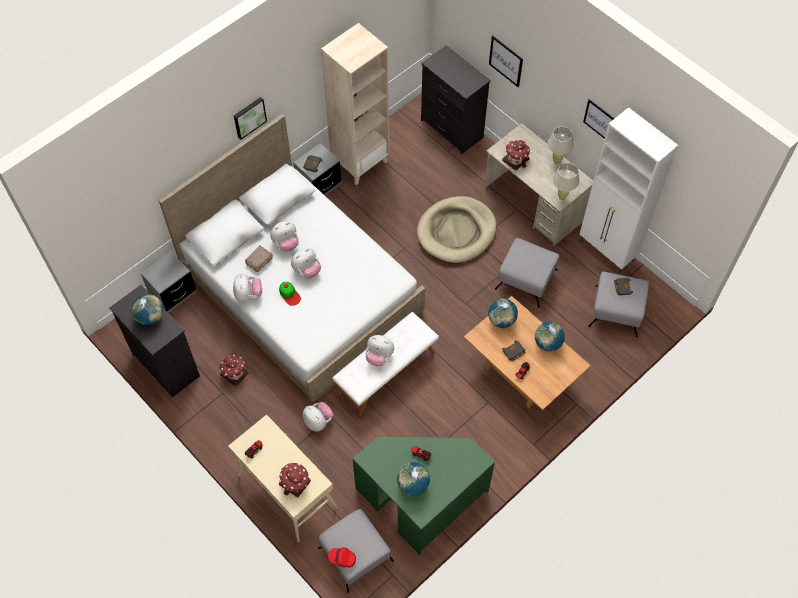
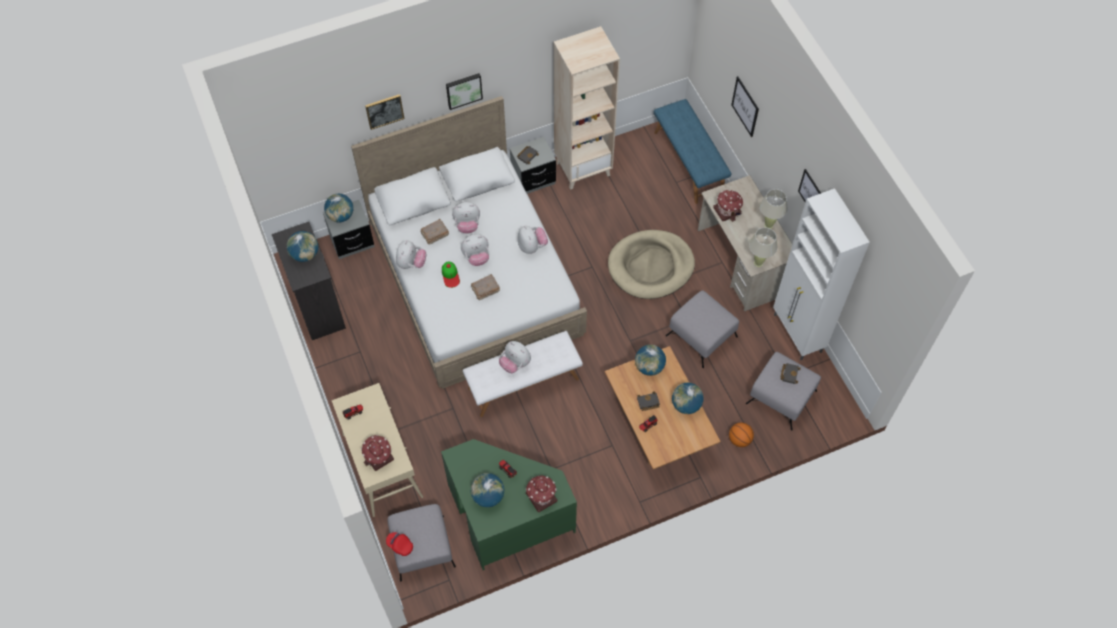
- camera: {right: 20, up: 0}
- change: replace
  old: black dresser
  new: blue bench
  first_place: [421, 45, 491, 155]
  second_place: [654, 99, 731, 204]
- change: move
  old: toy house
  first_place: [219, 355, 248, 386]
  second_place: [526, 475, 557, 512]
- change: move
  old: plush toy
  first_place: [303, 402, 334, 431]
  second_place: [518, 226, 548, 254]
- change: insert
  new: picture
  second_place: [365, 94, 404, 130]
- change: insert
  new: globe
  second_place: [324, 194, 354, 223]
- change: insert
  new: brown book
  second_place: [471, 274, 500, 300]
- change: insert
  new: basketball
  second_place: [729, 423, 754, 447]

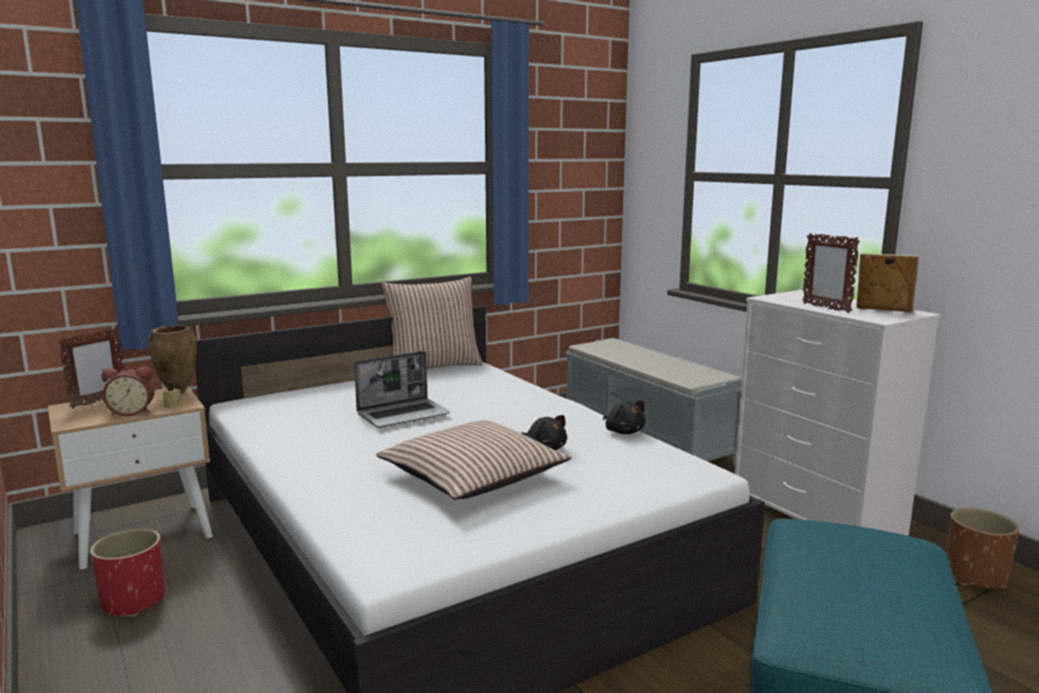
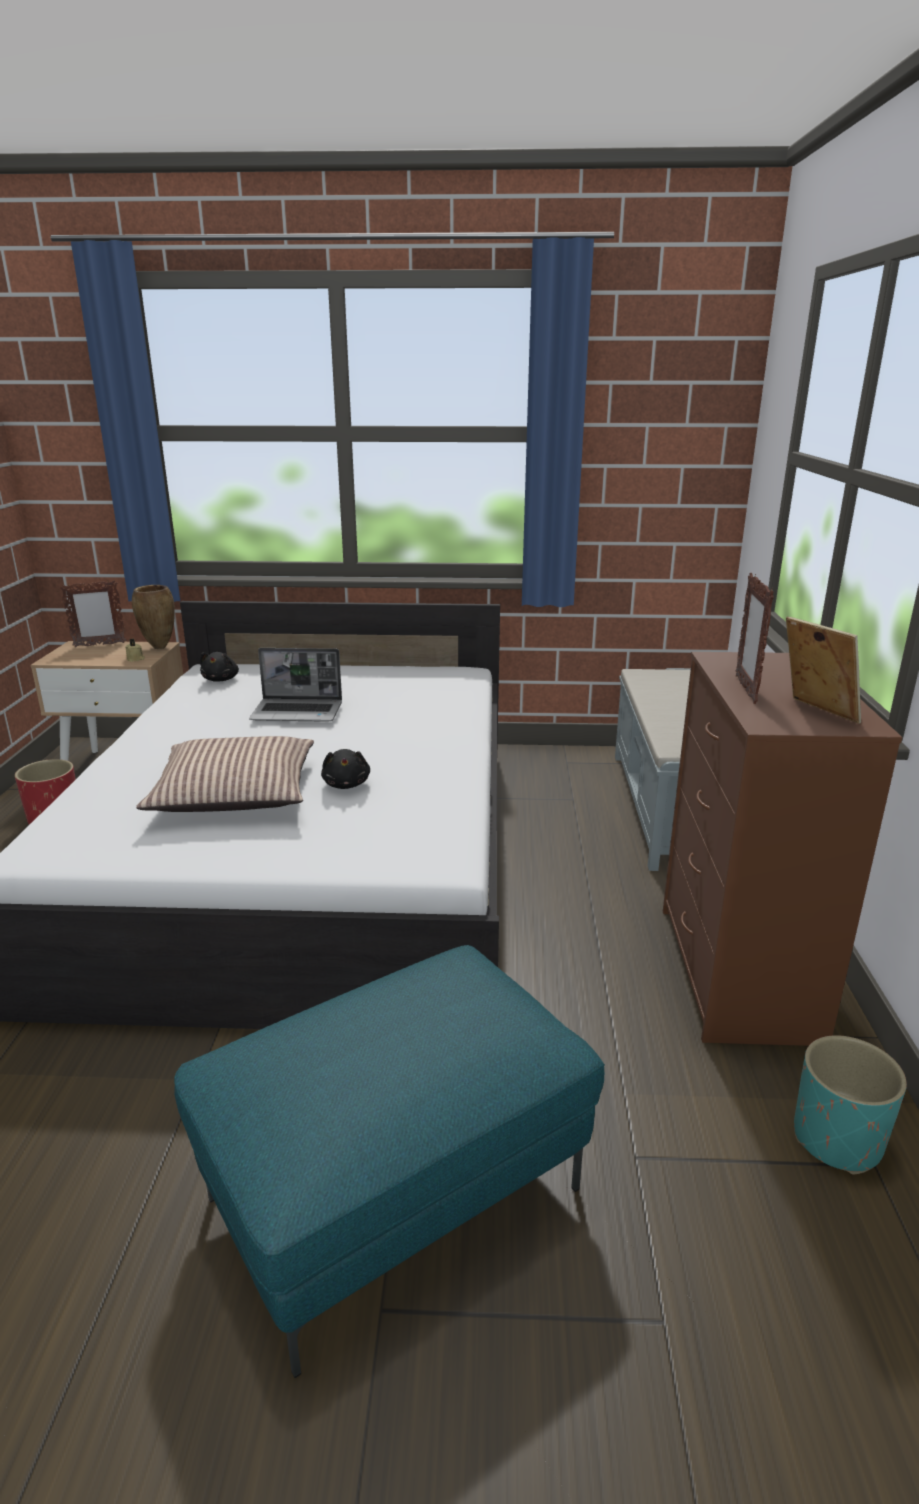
- camera: {right: 35, up: 10}
- change: delete
  old: pillow
  first_place: [382, 277, 483, 368]
- change: recolor
  old: white dresser
  new: brown dresser
  first_place: [735, 290, 940, 536]
  second_place: [663, 652, 902, 1046]
- change: delete
  old: alarm clock
  first_place: [102, 367, 155, 416]
- change: move
  old: black plush toy
  first_place: [603, 401, 646, 434]
  second_place: [200, 652, 239, 682]
- change: recolor
  old: brown planter
  new: turquoise planter
  first_place: [946, 508, 1020, 589]
  second_place: [794, 1035, 907, 1174]

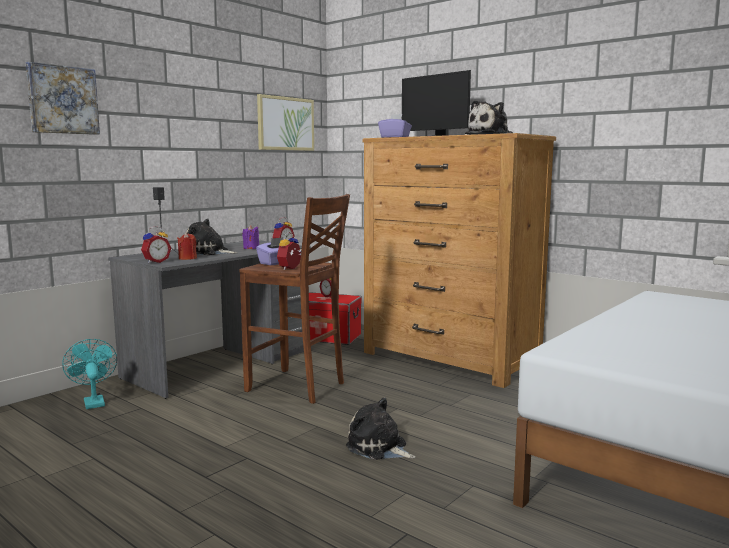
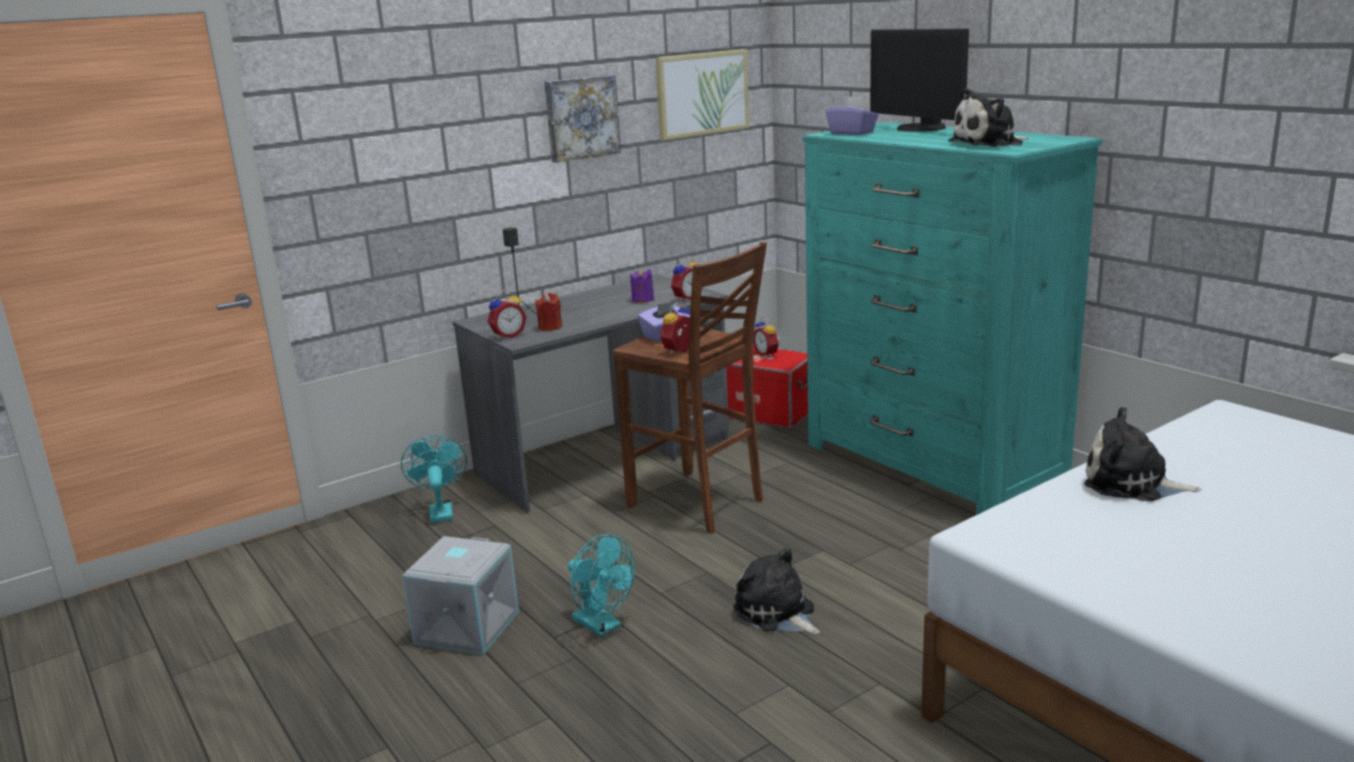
- camera: {right: 15, up: 10}
- change: move
  old: picture
  first_place: [26, 62, 100, 135]
  second_place: [544, 75, 621, 163]
- change: recolor
  old: brown dresser
  new: turquoise dresser
  first_place: [362, 133, 556, 388]
  second_place: [802, 122, 1103, 515]
- change: move
  old: plush toy
  first_place: [186, 219, 238, 255]
  second_place: [1084, 407, 1202, 502]
- change: insert
  new: turquoise fan
  second_place: [568, 534, 635, 636]
- change: insert
  new: grey storage box
  second_place: [402, 536, 519, 655]

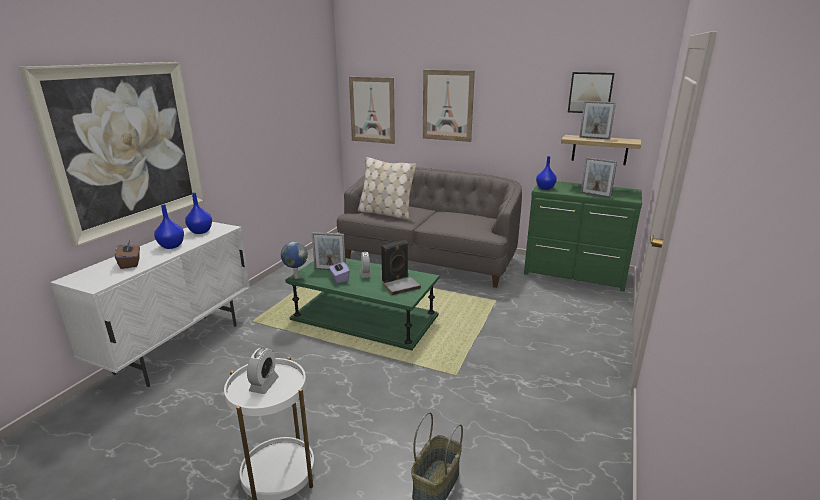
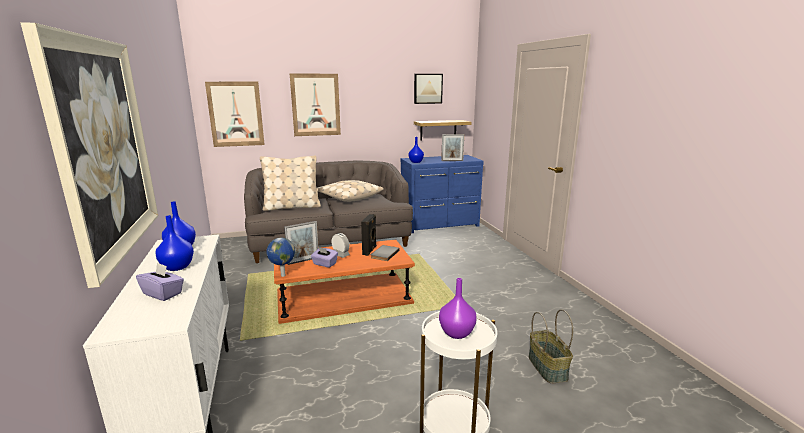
- camera: {right: -40, up: -5}
- change: delete
  old: picture frame
  first_place: [579, 101, 616, 140]
- change: recolor
  old: green dresser
  new: blue dresser
  first_place: [524, 181, 642, 291]
  second_place: [401, 155, 484, 233]
- change: recolor
  old: brown tissue box
  new: purple tissue box
  first_place: [115, 241, 140, 269]
  second_place: [136, 263, 184, 301]
- change: recolor
  old: green coffee table
  new: orange coffee table
  first_place: [285, 258, 439, 350]
  second_place: [274, 240, 415, 324]
- change: replace
  old: alarm clock
  new: purple vase
  first_place: [247, 348, 279, 394]
  second_place: [439, 278, 477, 339]
- change: insert
  new: beige pillow
  second_place: [317, 180, 384, 202]

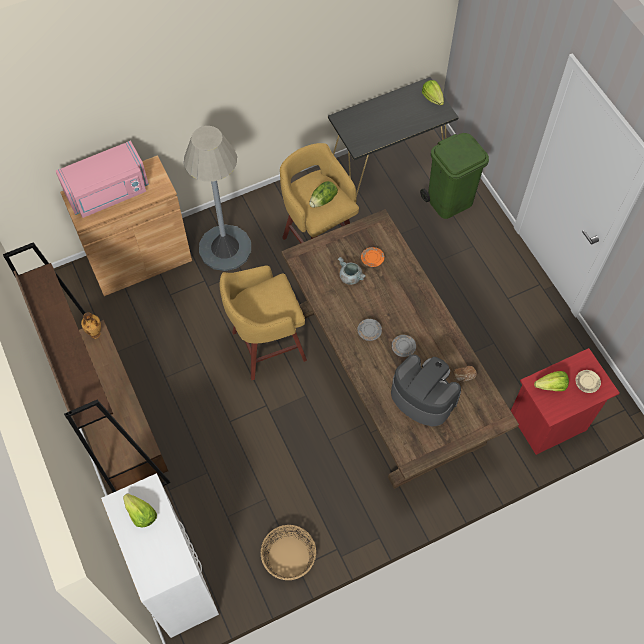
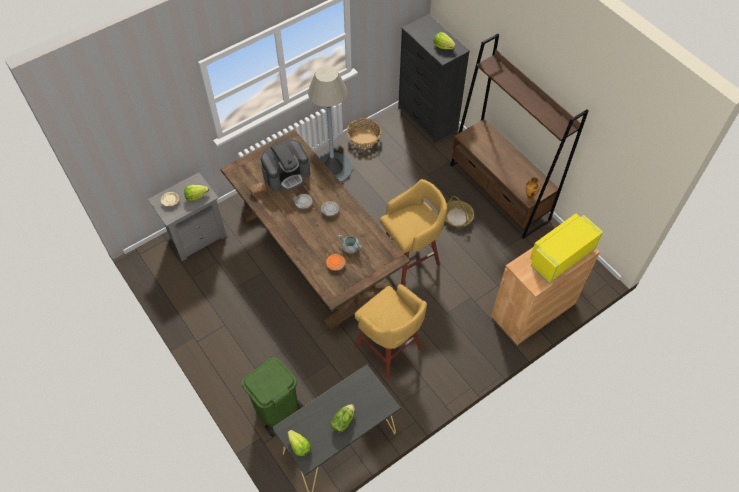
- camera: {right: 170, up: -5}
- change: move
  old: grey floor lamp
  first_place: [184, 126, 251, 271]
  second_place: [308, 65, 353, 182]
- change: recolor
  old: pink microwave
  new: yellow microwave
  first_place: [56, 141, 149, 218]
  second_place: [530, 214, 603, 283]
- change: move
  old: lettuce
  first_place: [309, 181, 338, 207]
  second_place: [331, 404, 355, 432]
- change: recolor
  old: red nightstand
  new: grey nightstand
  first_place: [511, 348, 620, 455]
  second_place: [148, 172, 227, 261]
- change: rotate
  old: coffee machine
  first_place: [391, 354, 461, 426]
  second_place: [261, 140, 310, 192]
  degrees: -60
- change: recolor
  old: white dresser
  new: black dresser
  first_place: [101, 473, 219, 638]
  second_place: [398, 14, 470, 144]
- change: insert
  new: basket
  second_place: [445, 196, 474, 227]

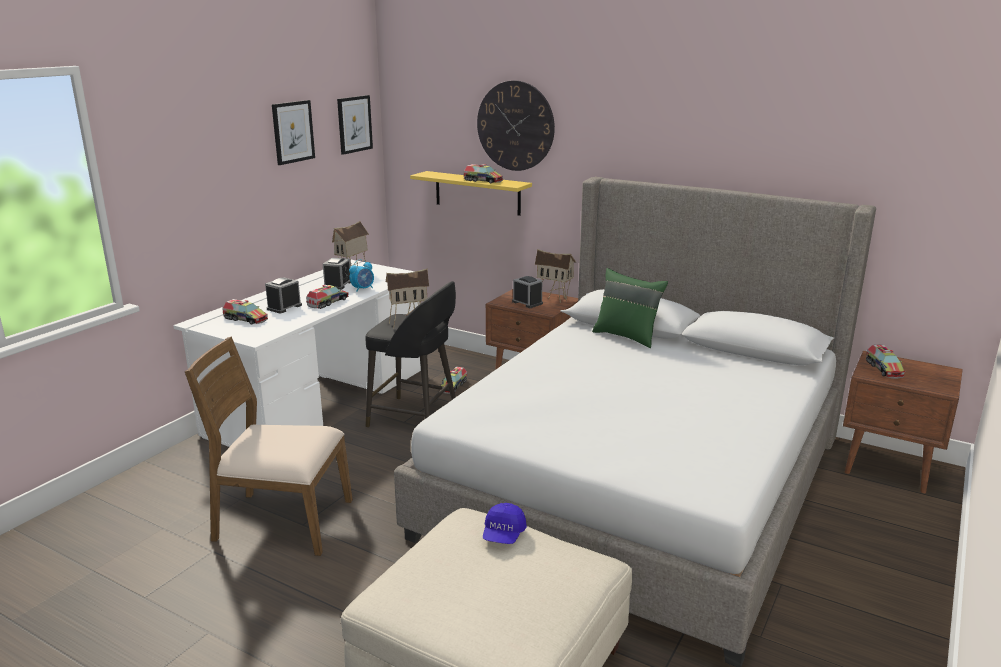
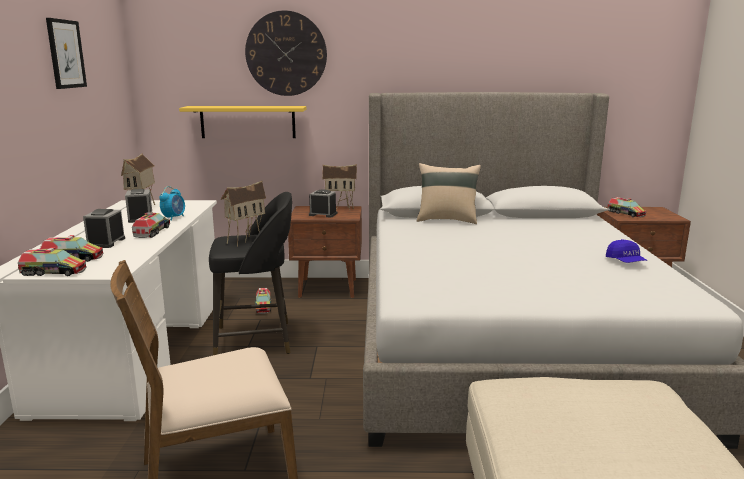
- camera: {right: -30, up: -5}
- change: delete
  old: picture
  first_place: [337, 95, 373, 155]
- change: move
  old: toy truck
  first_place: [463, 164, 503, 183]
  second_place: [18, 247, 87, 276]
- change: recolor
  old: green pillow
  new: beige pillow
  first_place: [592, 268, 668, 348]
  second_place: [416, 163, 481, 224]
- change: move
  old: blue cap
  first_place: [483, 503, 527, 544]
  second_place: [606, 239, 648, 263]

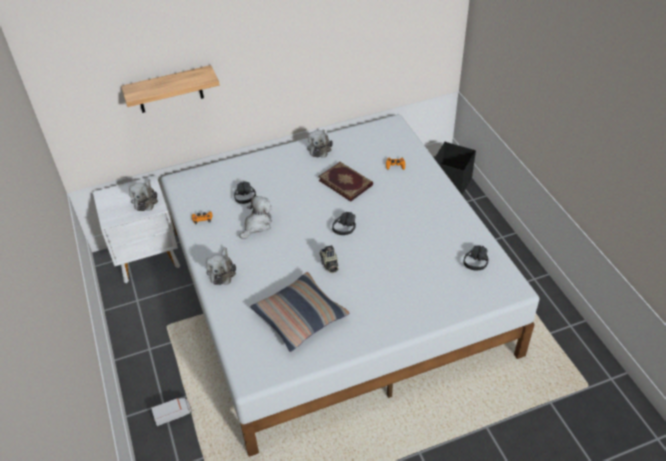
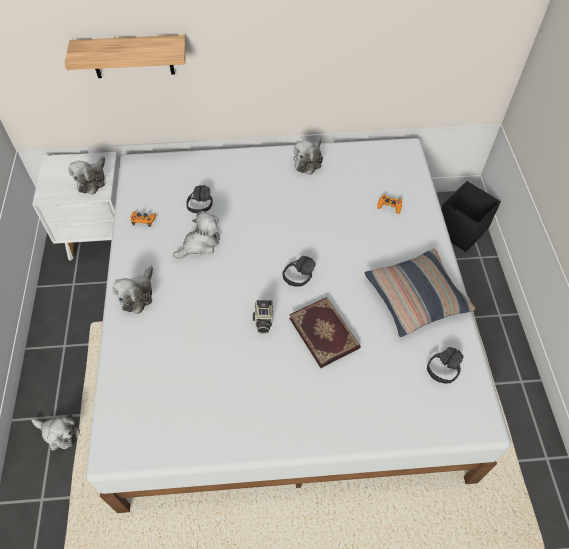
- camera: {right: 15, up: 10}
- change: move
  old: book
  first_place: [318, 162, 373, 202]
  second_place: [289, 297, 361, 368]
- change: move
  old: pillow
  first_place: [250, 272, 350, 352]
  second_place: [364, 249, 476, 337]
- change: replace
  old: toy truck
  new: plush toy
  first_place: [151, 397, 192, 426]
  second_place: [32, 413, 80, 451]

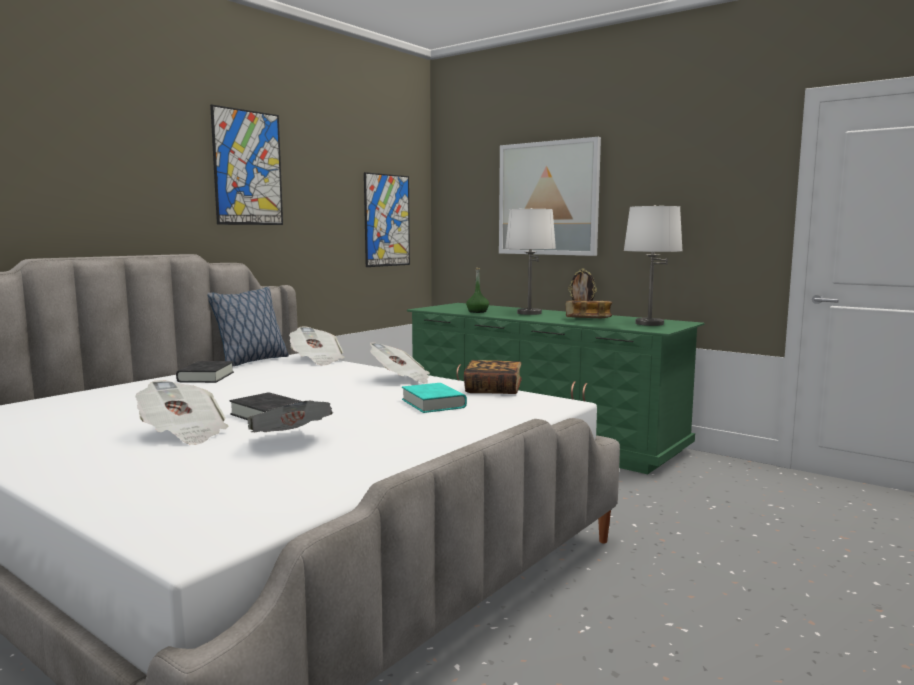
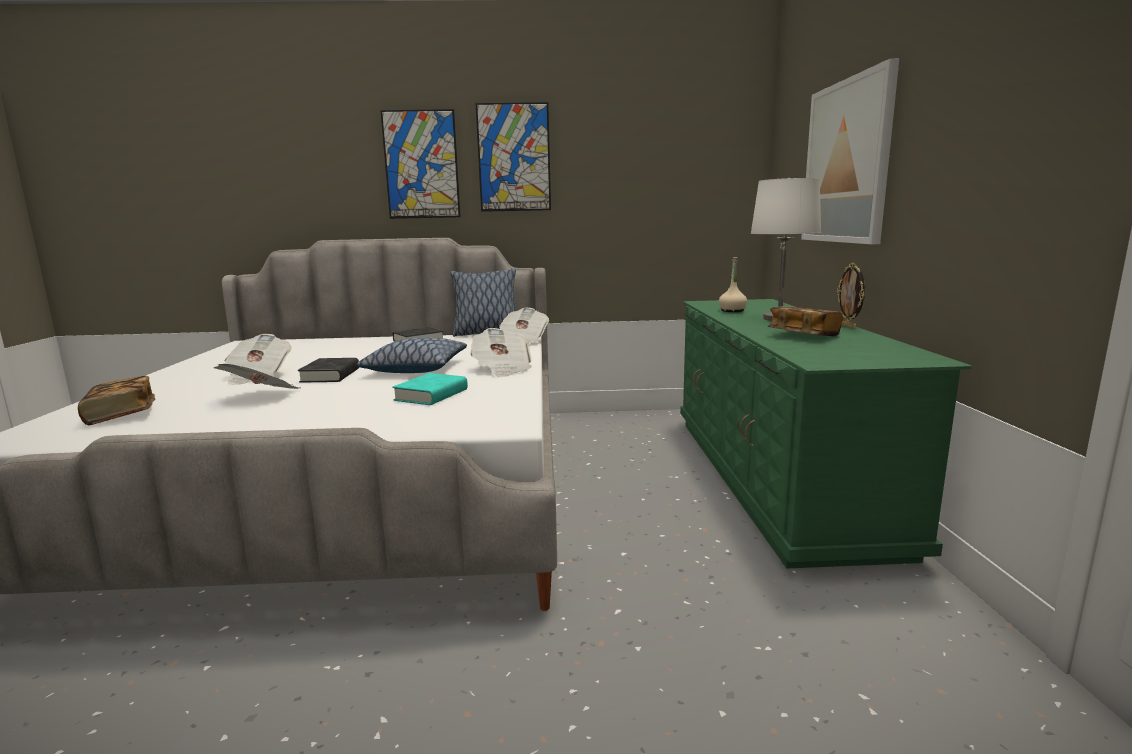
- camera: {right: 50, up: 5}
- change: move
  old: picture
  first_place: [364, 172, 410, 267]
  second_place: [380, 109, 461, 219]
- change: delete
  old: white table lamp
  first_place: [624, 205, 682, 326]
- change: recolor
  old: green bottle
  new: beige bottle
  first_place: [466, 268, 489, 313]
  second_place: [719, 257, 747, 312]
- change: move
  old: book
  first_place: [464, 360, 522, 394]
  second_place: [78, 376, 155, 425]
- change: insert
  new: pillow
  second_place: [357, 337, 467, 373]

